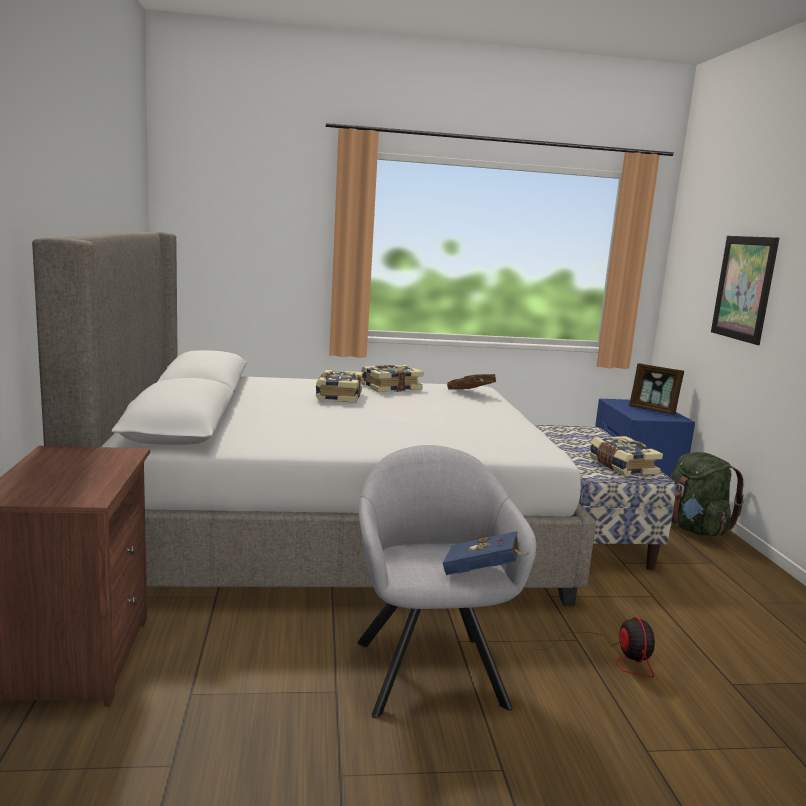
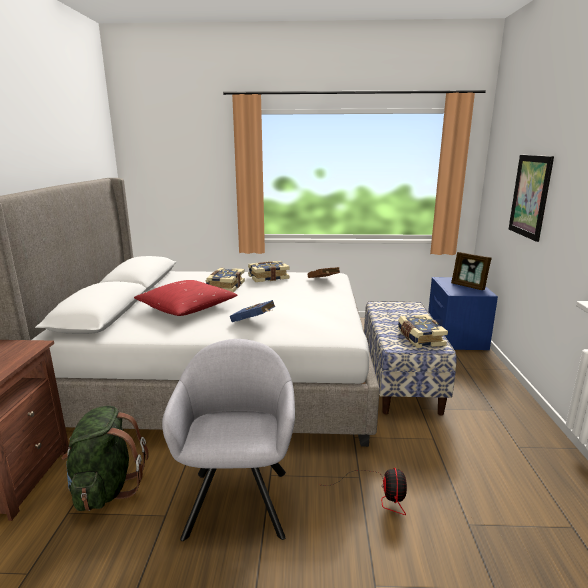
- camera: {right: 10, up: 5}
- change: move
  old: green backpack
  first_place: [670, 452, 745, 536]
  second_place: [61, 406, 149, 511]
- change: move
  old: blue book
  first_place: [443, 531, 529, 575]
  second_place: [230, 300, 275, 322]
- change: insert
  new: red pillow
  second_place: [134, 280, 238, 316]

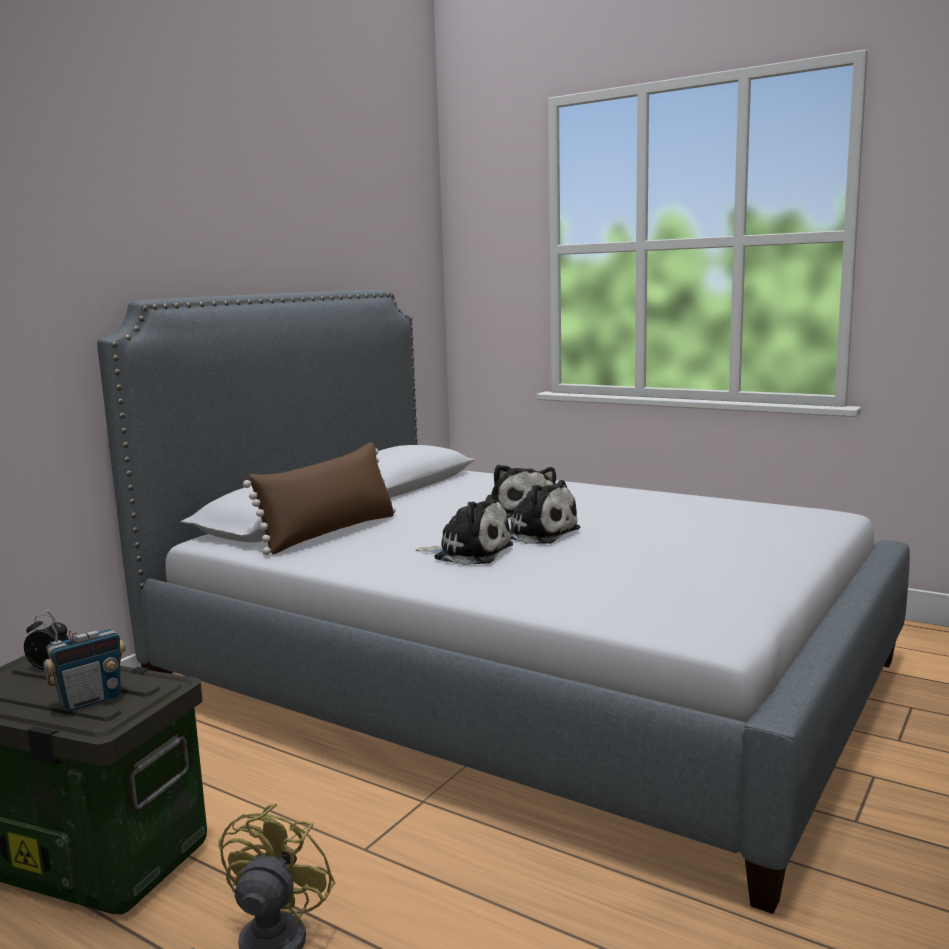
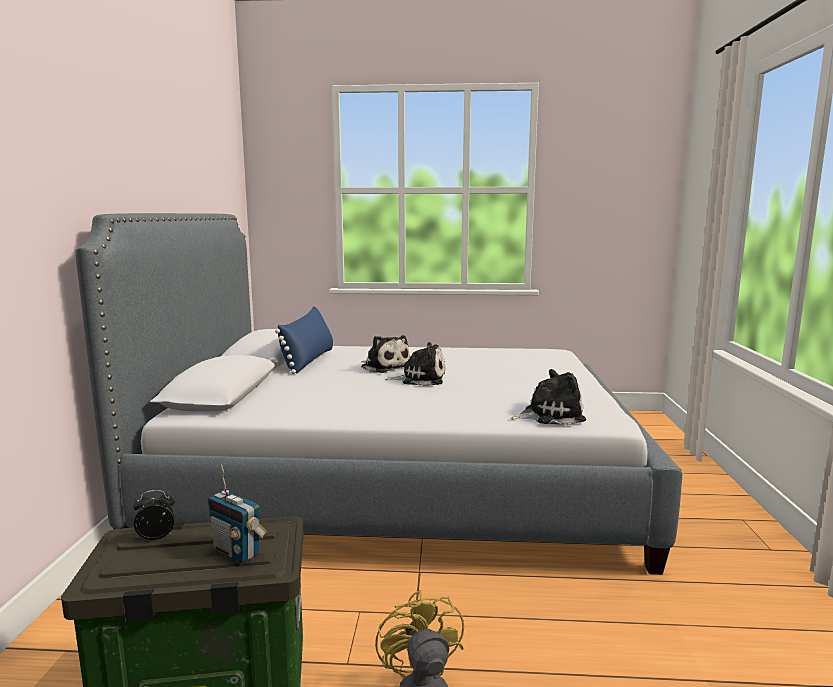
- camera: {right: -30, up: 0}
- change: delete
  old: brown pillow
  first_place: [243, 442, 396, 555]
- change: move
  old: plush toy
  first_place: [416, 494, 513, 565]
  second_place: [510, 369, 586, 425]
- change: rotate
  old: radio
  first_place: [43, 610, 125, 712]
  second_place: [208, 464, 267, 563]
  degrees: 105
- change: insert
  new: blue pillow
  second_place: [275, 306, 333, 374]

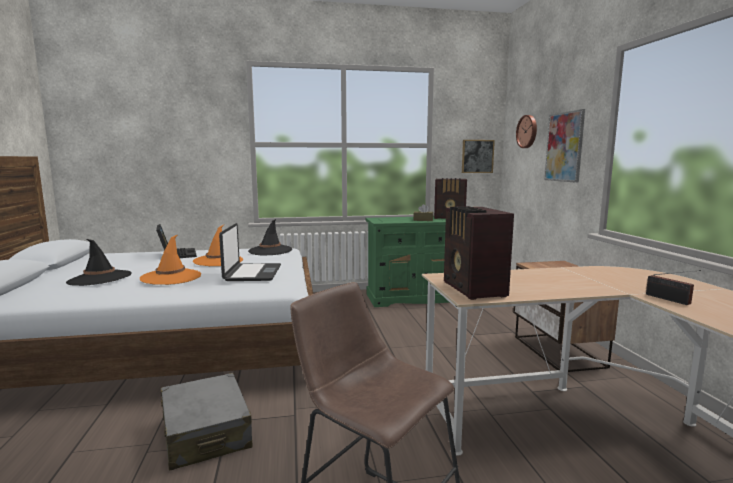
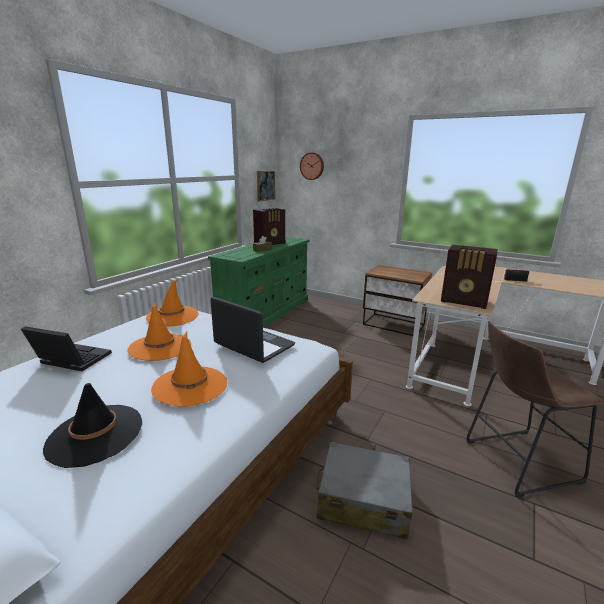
- camera: {right: -50, up: 10}
- change: delete
  old: picture
  first_place: [545, 109, 585, 183]
- change: recolor
  old: black hat
  new: orange hat
  first_place: [248, 219, 292, 256]
  second_place: [146, 280, 199, 326]

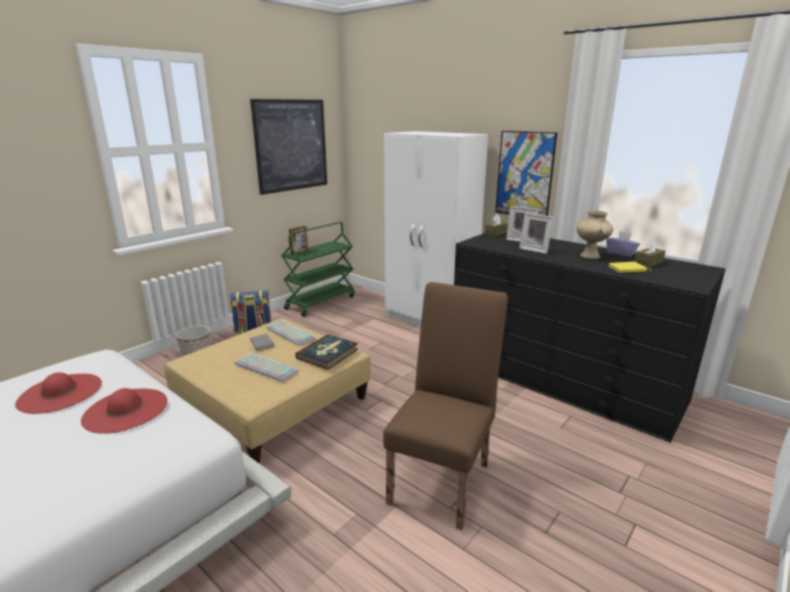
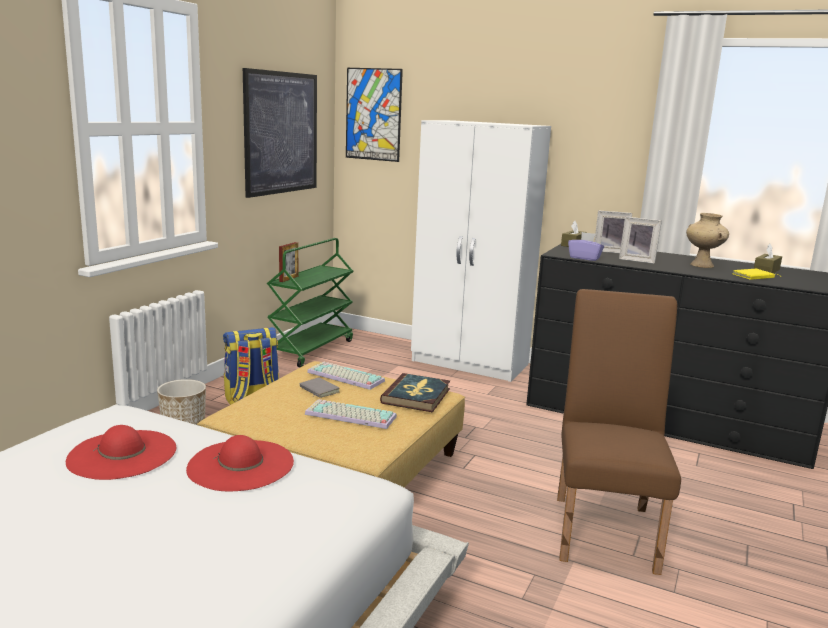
- camera: {right: -15, up: -5}
- change: move
  old: picture
  first_place: [495, 131, 557, 216]
  second_place: [346, 68, 403, 162]
- change: move
  old: purple tissue box
  first_place: [606, 231, 640, 257]
  second_place: [568, 232, 604, 261]

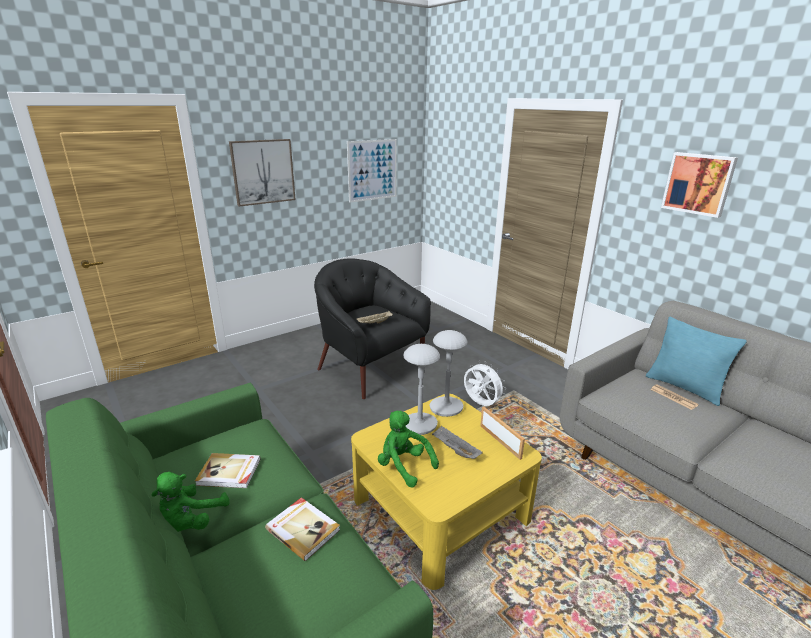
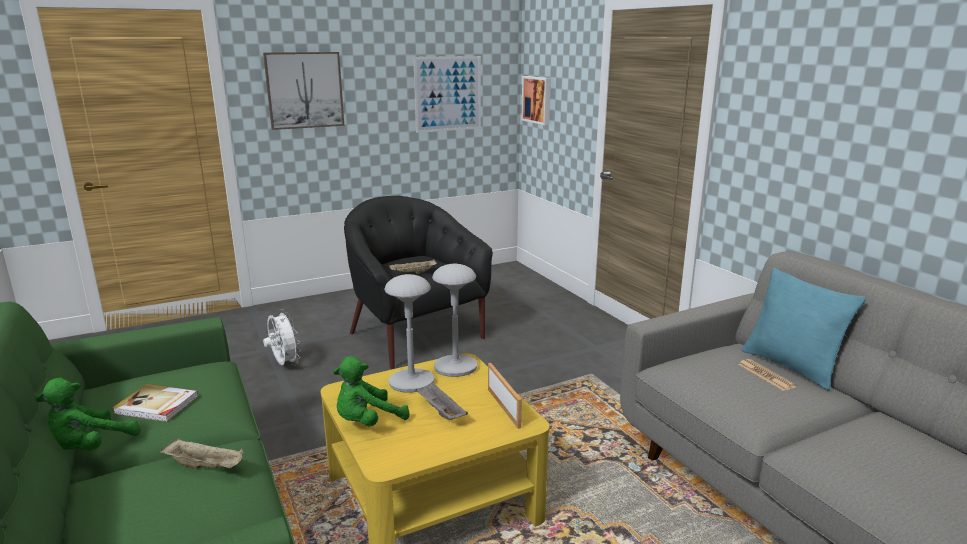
- camera: {right: 10, up: -5}
- change: move
  old: picture
  first_place: [661, 152, 738, 218]
  second_place: [522, 76, 551, 125]
- change: move
  old: white fan
  first_place: [464, 361, 506, 406]
  second_place: [263, 309, 301, 366]
- change: rotate
  old: green plush toy
  first_place: [378, 411, 439, 488]
  second_place: [333, 356, 410, 426]
  degrees: -90
- change: replace
  old: book
  new: beige tray
  first_place: [265, 497, 340, 561]
  second_place: [160, 439, 244, 470]

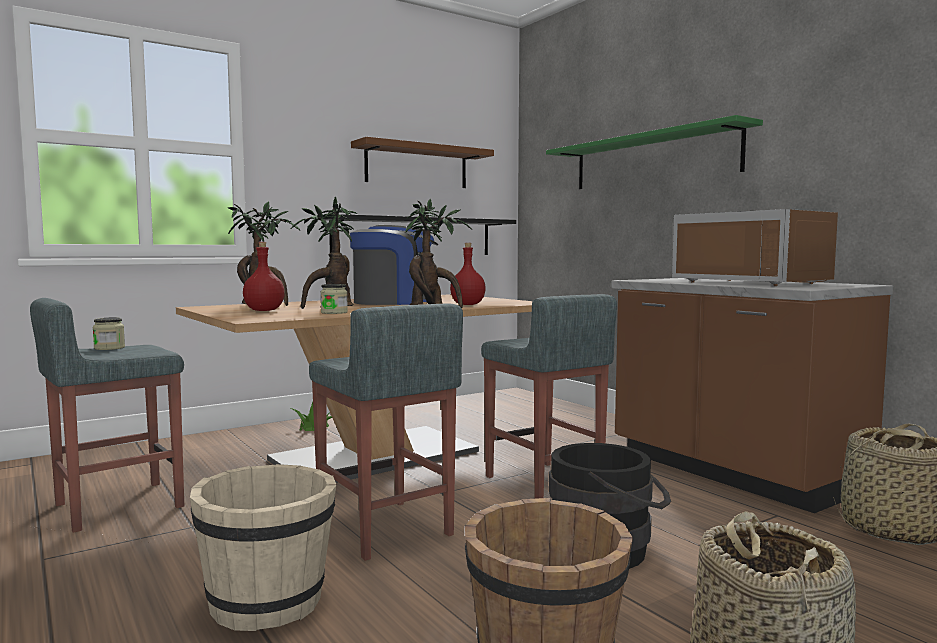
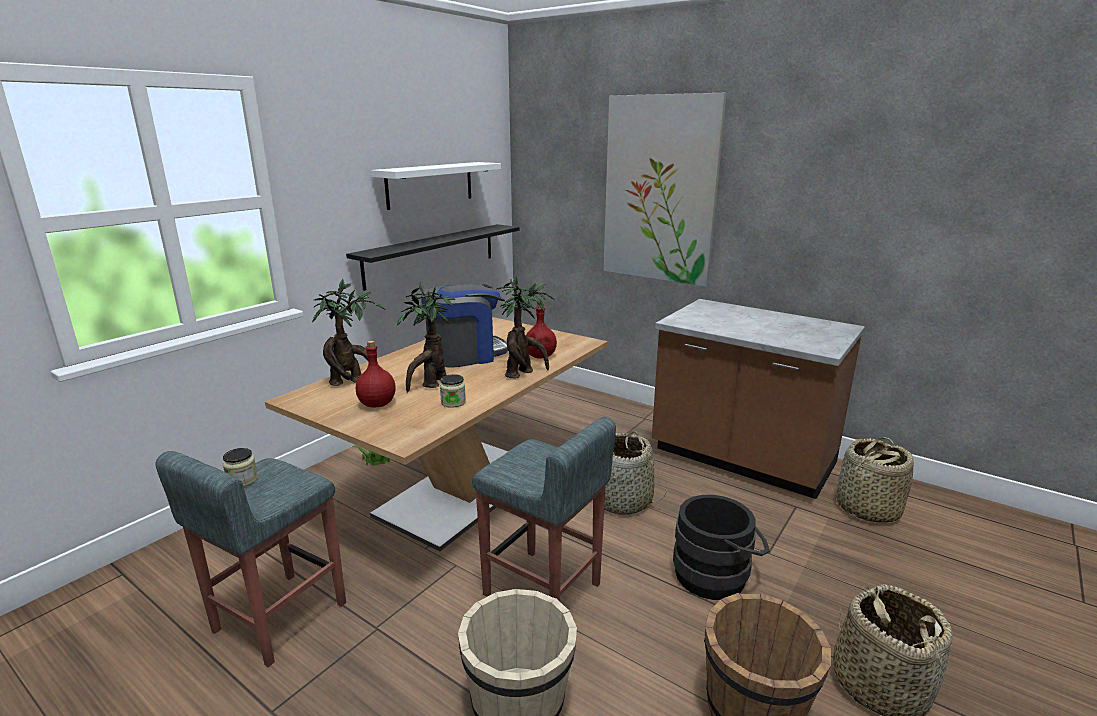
- camera: {right: -20, up: 15}
- change: replace
  old: green shelf
  new: picture
  first_place: [546, 115, 763, 189]
  second_place: [604, 93, 727, 287]
- change: recolor
  old: brown shelf
  new: white shelf
  first_place: [351, 137, 494, 188]
  second_place: [371, 162, 501, 210]
- change: delete
  old: brown microwave
  first_place: [672, 209, 838, 286]
- change: replace
  old: grey stool
  new: basket
  first_place: [481, 294, 617, 499]
  second_place: [604, 431, 667, 515]

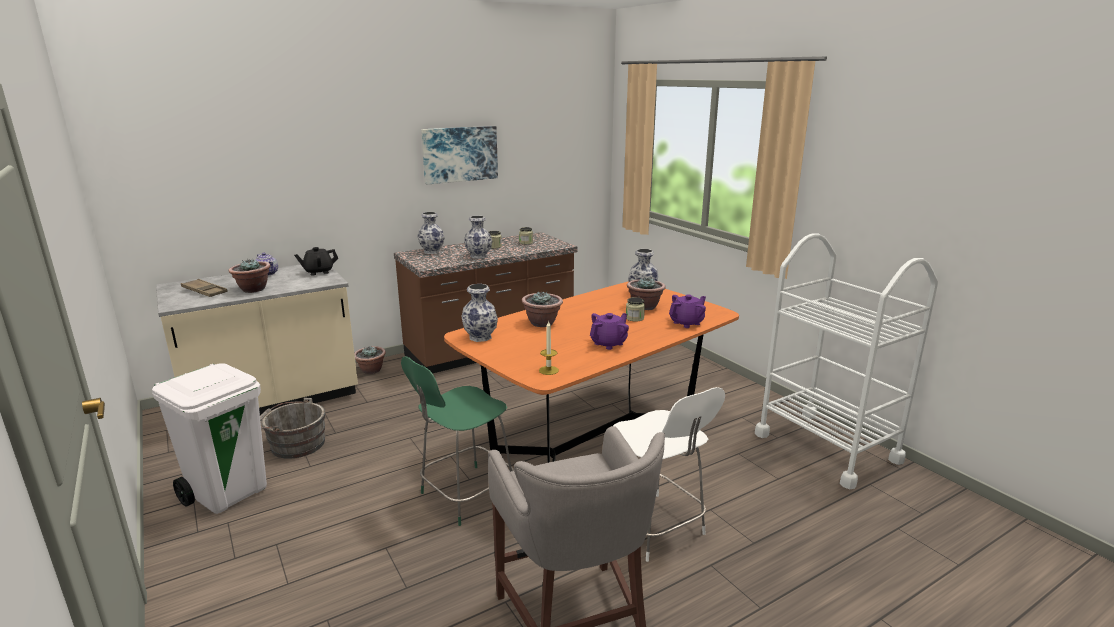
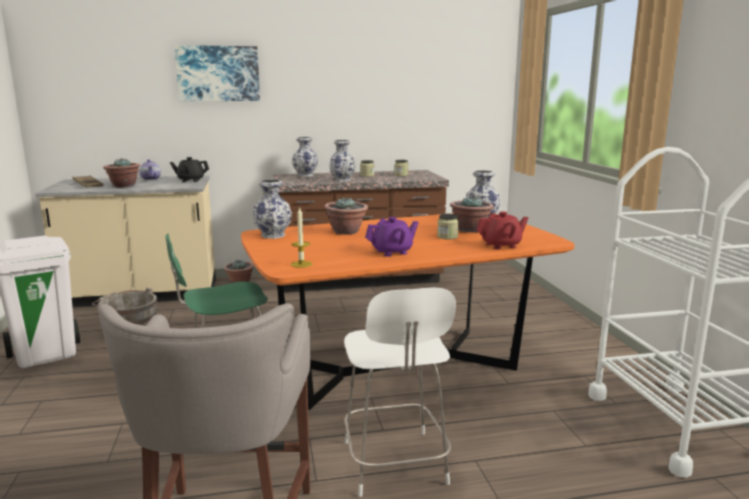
- camera: {right: 20, up: -5}
- change: move
  old: picture
  first_place: [421, 126, 498, 184]
  second_place: [174, 45, 260, 101]
- change: recolor
  old: purple teapot
  new: red teapot
  first_place: [669, 295, 706, 328]
  second_place: [476, 211, 529, 249]

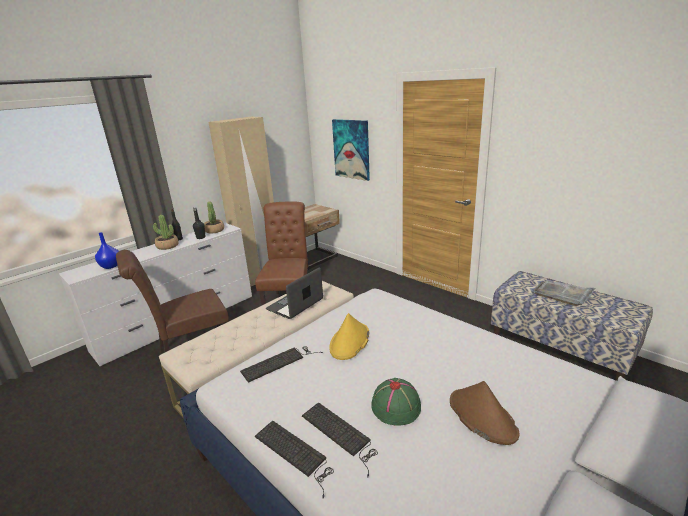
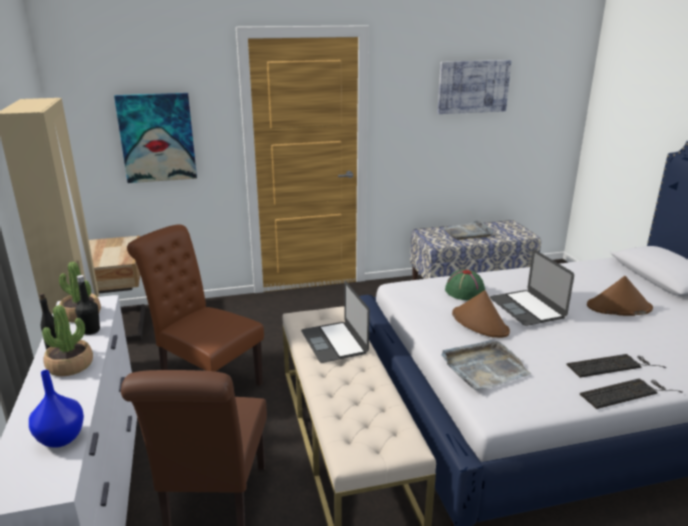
- camera: {right: -60, up: 0}
- change: recolor
  old: yellow hat
  new: brown hat
  first_place: [329, 313, 369, 360]
  second_place: [452, 290, 510, 338]
- change: replace
  old: keyboard
  new: grey tray
  first_place: [240, 346, 323, 383]
  second_place: [441, 340, 531, 390]
- change: move
  old: green hat
  first_place: [371, 378, 421, 426]
  second_place: [445, 269, 485, 300]
- change: insert
  new: picture
  second_place: [437, 60, 512, 114]
- change: insert
  new: laptop
  second_place: [490, 250, 574, 326]

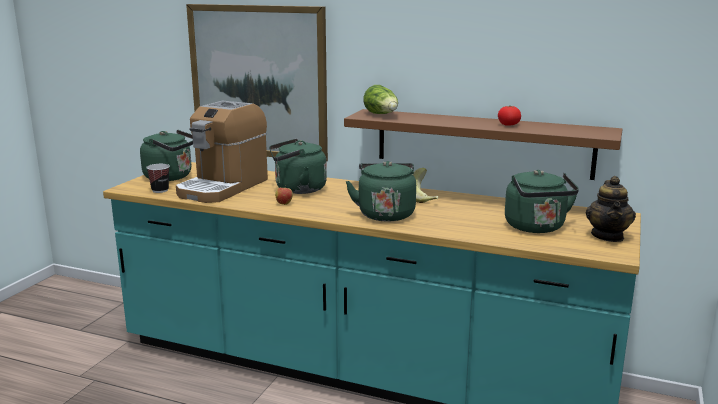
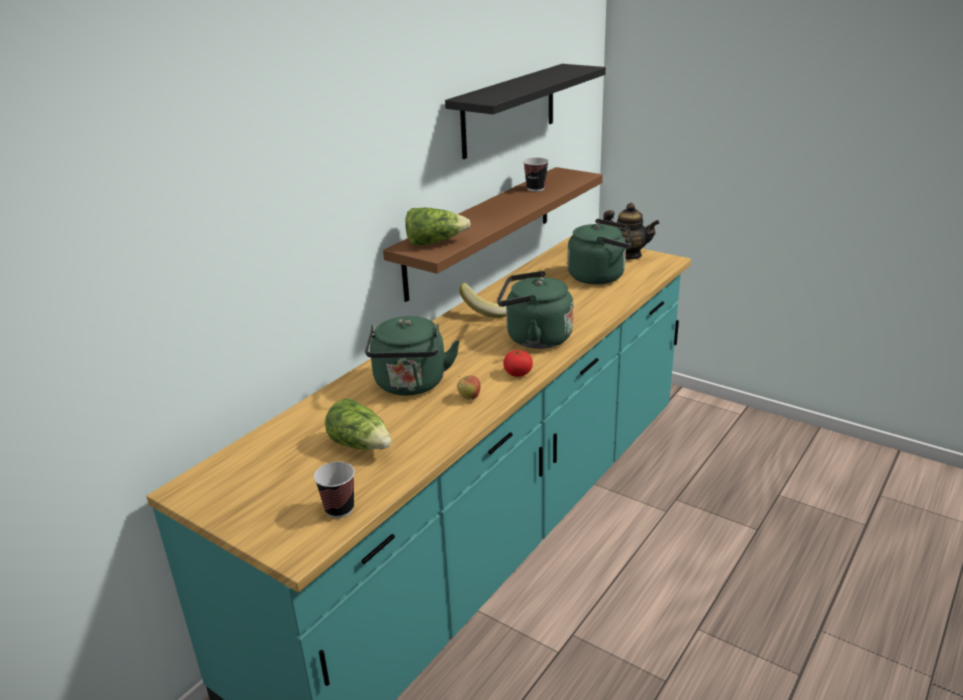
- camera: {right: -75, up: 10}
- change: delete
  old: picture
  first_place: [186, 4, 328, 162]
- change: replace
  old: coffee machine
  new: lettuce
  first_place: [176, 100, 268, 203]
  second_place: [325, 399, 391, 450]
- change: move
  old: tomato
  first_place: [498, 105, 521, 126]
  second_place: [503, 350, 533, 377]
- change: delete
  old: green kettle
  first_place: [140, 130, 193, 181]
- change: insert
  new: black shelf
  second_place: [445, 64, 606, 159]
- change: insert
  new: cup
  second_place: [523, 158, 549, 192]

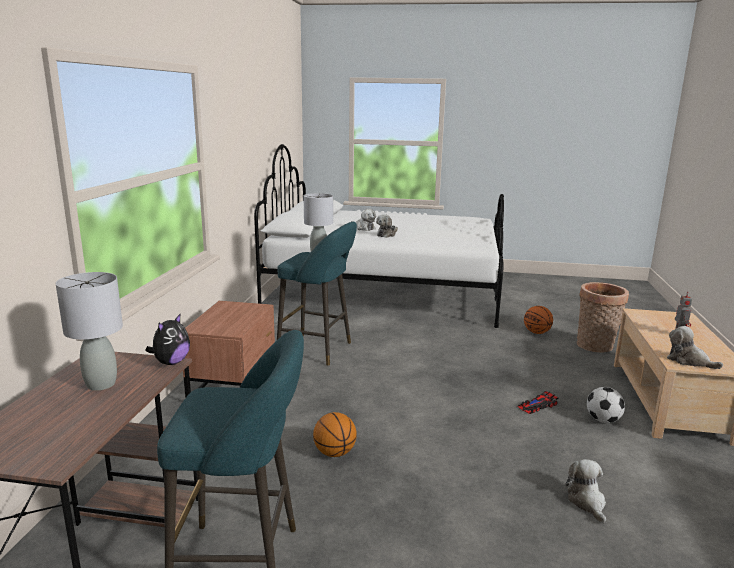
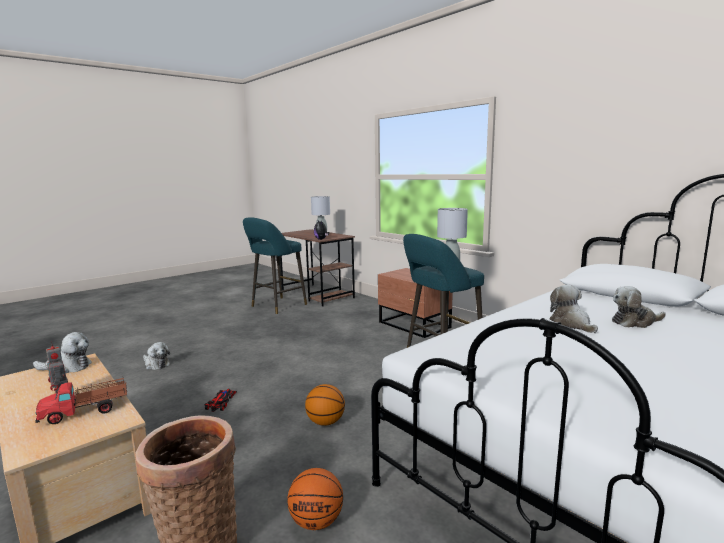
- camera: {right: 130, up: -5}
- change: delete
  old: football
  first_place: [587, 387, 625, 423]
- change: move
  old: basketball
  first_place: [313, 412, 357, 457]
  second_place: [305, 384, 345, 426]
- change: insert
  new: toy truck
  second_place: [35, 377, 127, 424]

